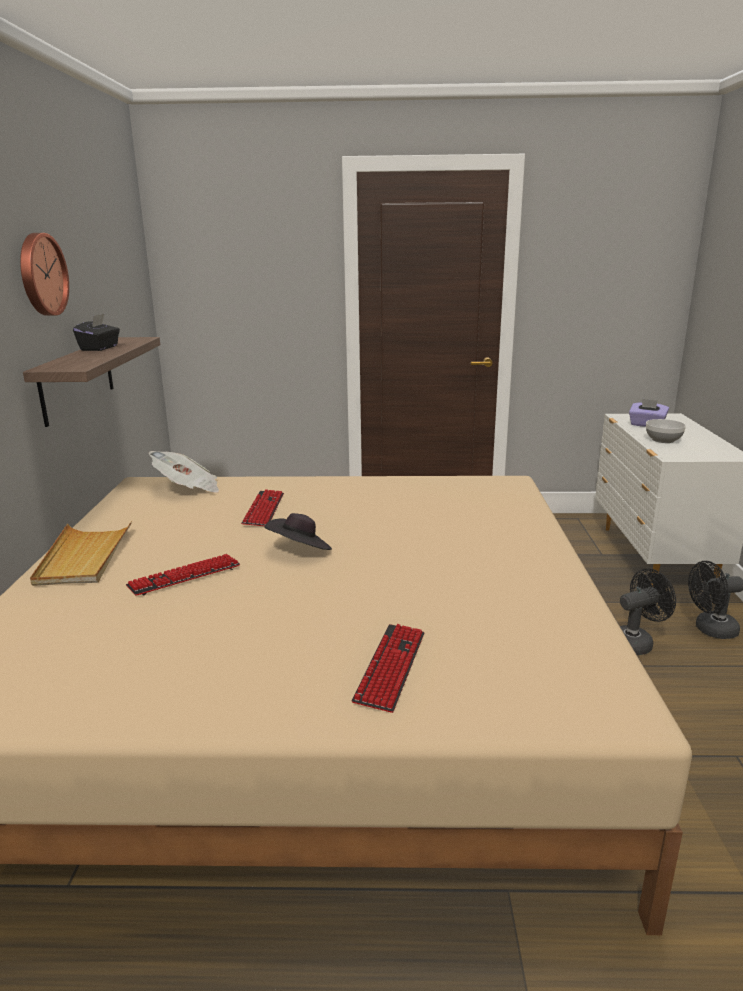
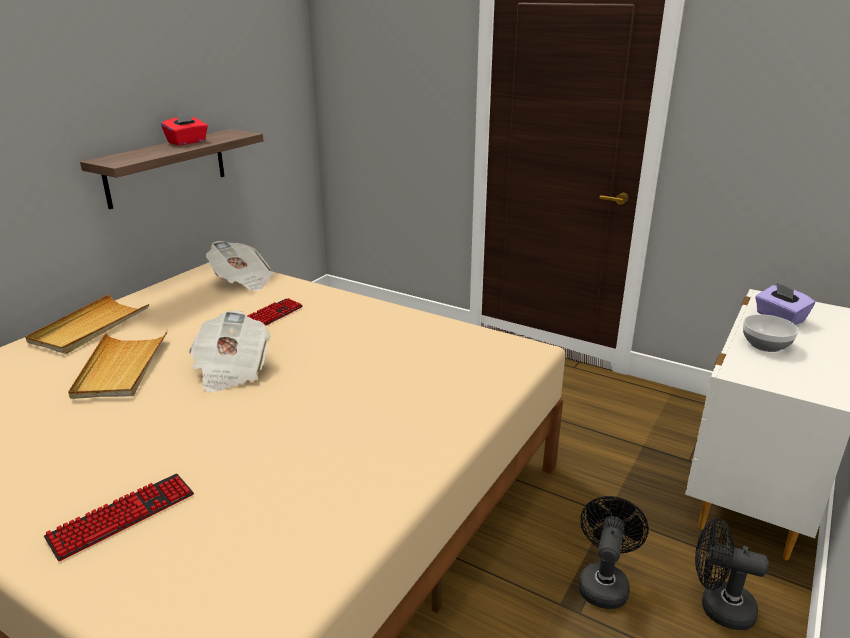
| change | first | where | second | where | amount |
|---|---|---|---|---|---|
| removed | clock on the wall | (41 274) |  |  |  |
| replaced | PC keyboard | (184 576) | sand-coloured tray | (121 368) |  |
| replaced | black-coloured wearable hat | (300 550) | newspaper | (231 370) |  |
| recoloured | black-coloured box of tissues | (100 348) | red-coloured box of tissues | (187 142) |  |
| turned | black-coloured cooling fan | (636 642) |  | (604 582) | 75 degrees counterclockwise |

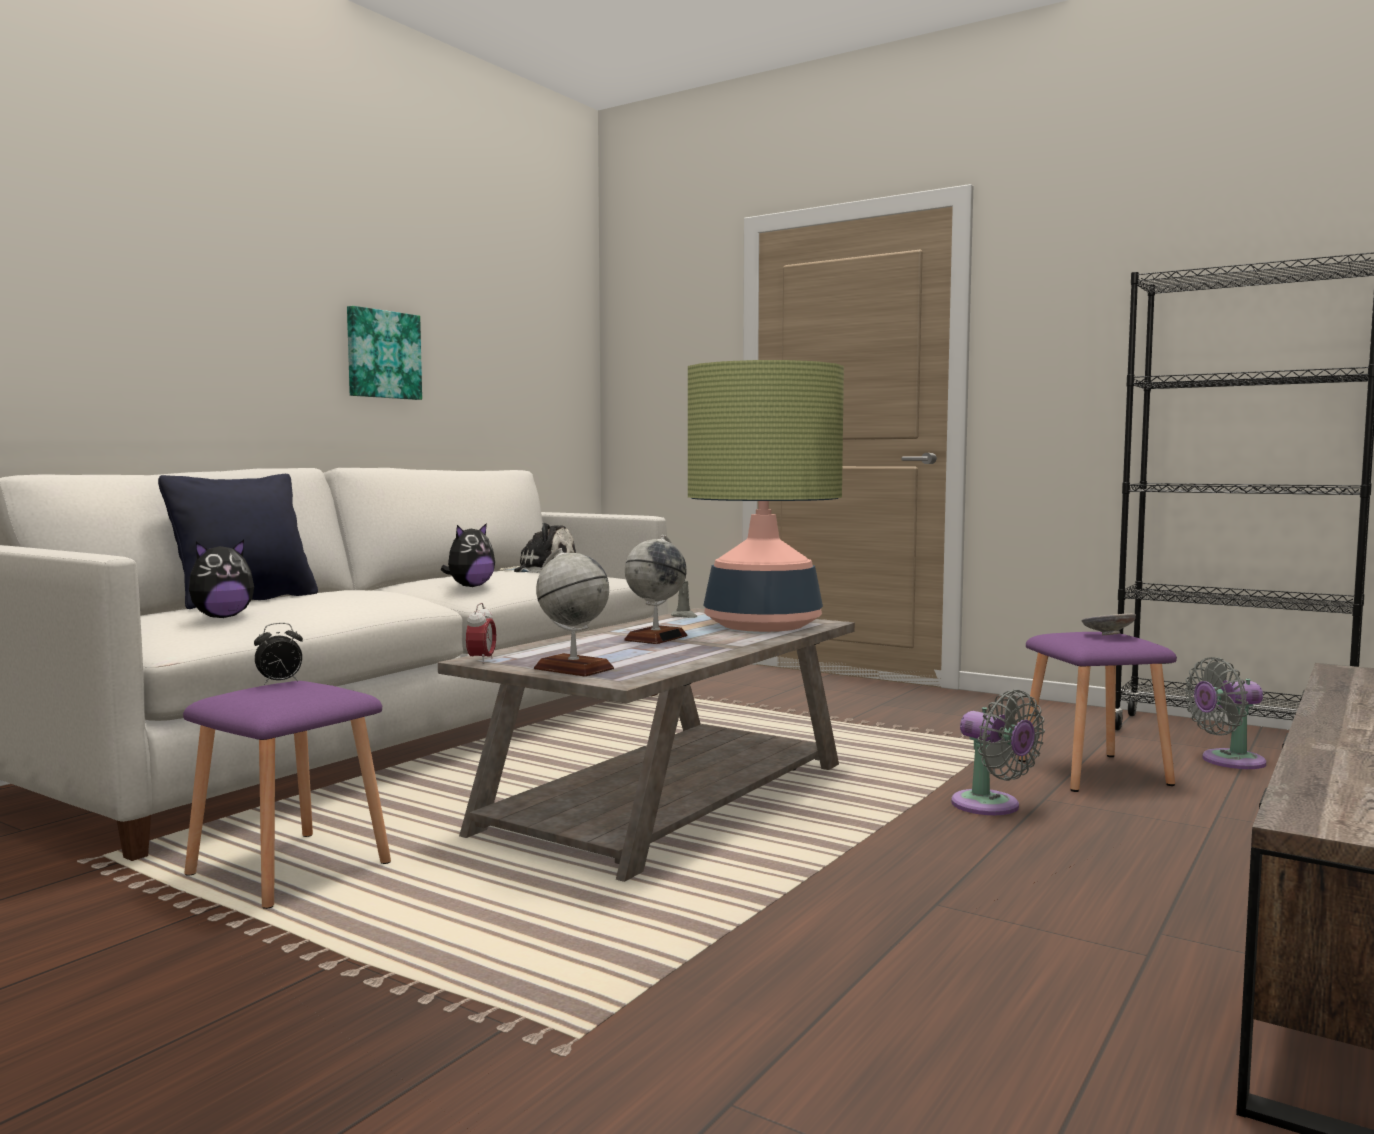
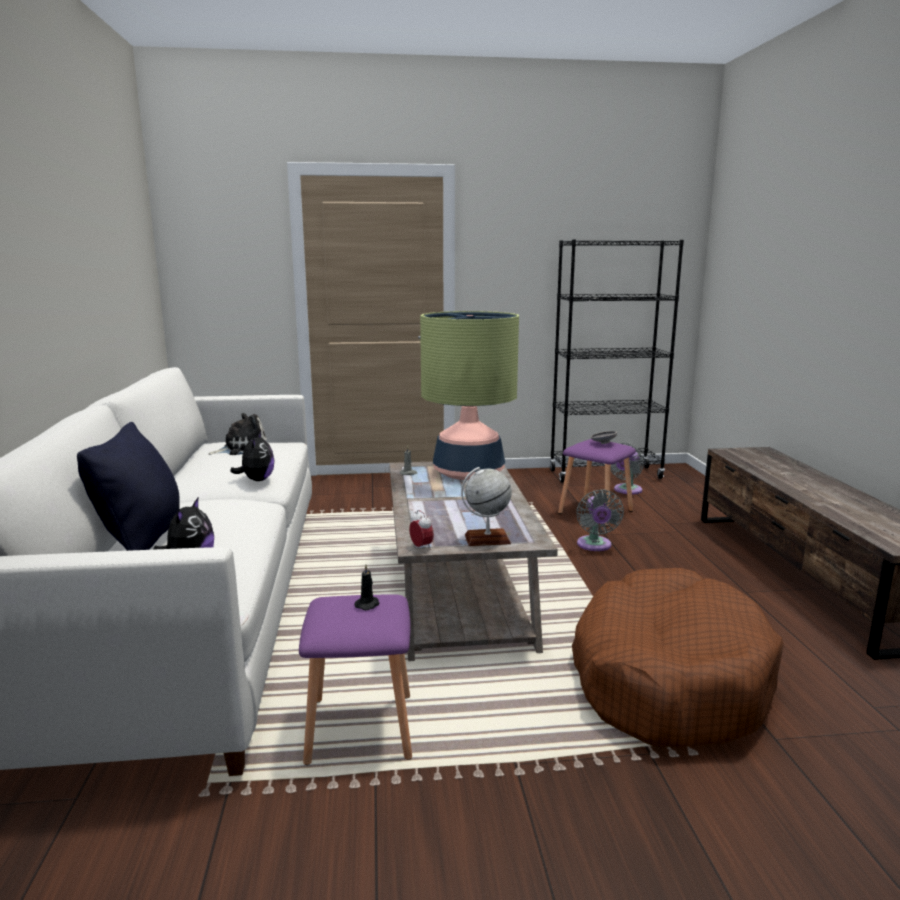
| change | first | where | second | where | amount |
|---|---|---|---|---|---|
| removed | bedside clock | (280 683) |  |  |  |
| removed | wall picture | (382 354) |  |  |  |
| removed | globe | (656 638) |  |  |  |
| added |  |  | black-coloured wax candle | (368 604) |  |
| added |  |  | brown pet bed | (668 678) |  |
| turned | greyish cooling fan | (991 806) |  | (595 546) | 75 degrees clockwise |

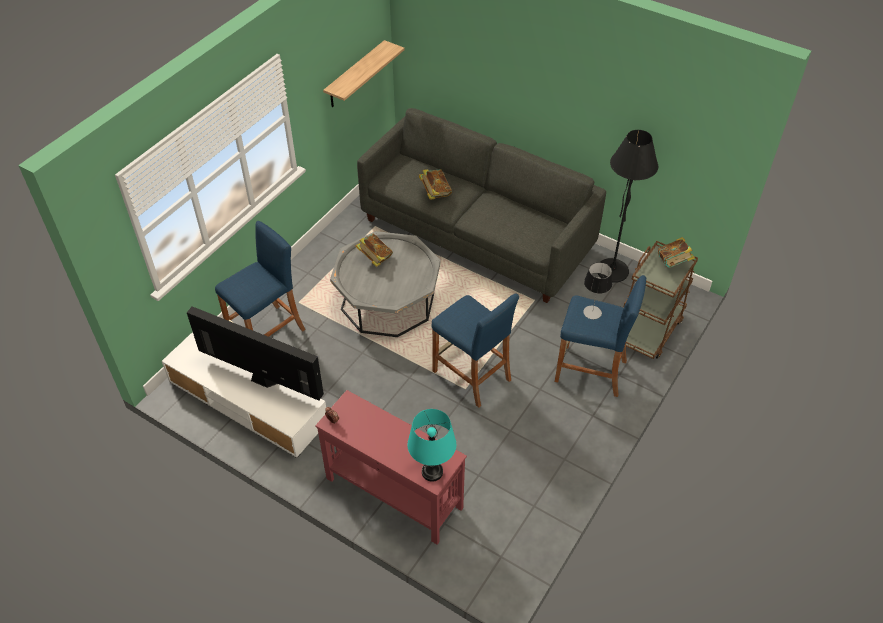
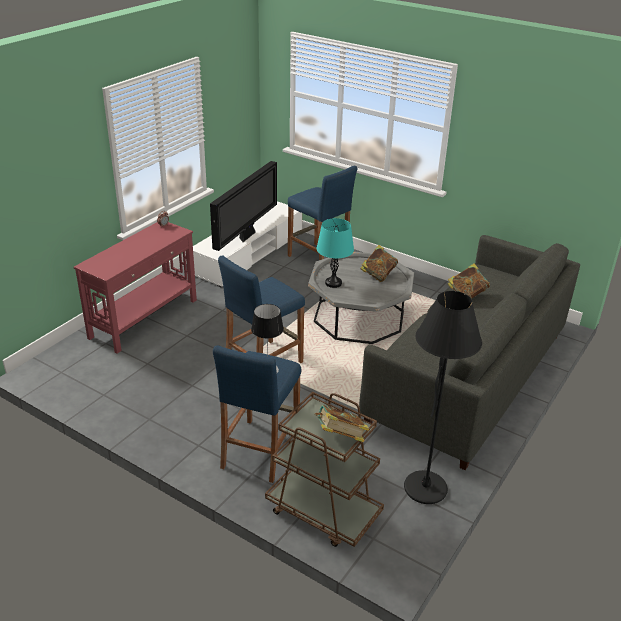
| change | first | where | second | where | amount |
|---|---|---|---|---|---|
| removed | shelf | (355 75) |  |  |  |
| moved | blue-green table lamp | (432 472) |  | (333 283) |  |

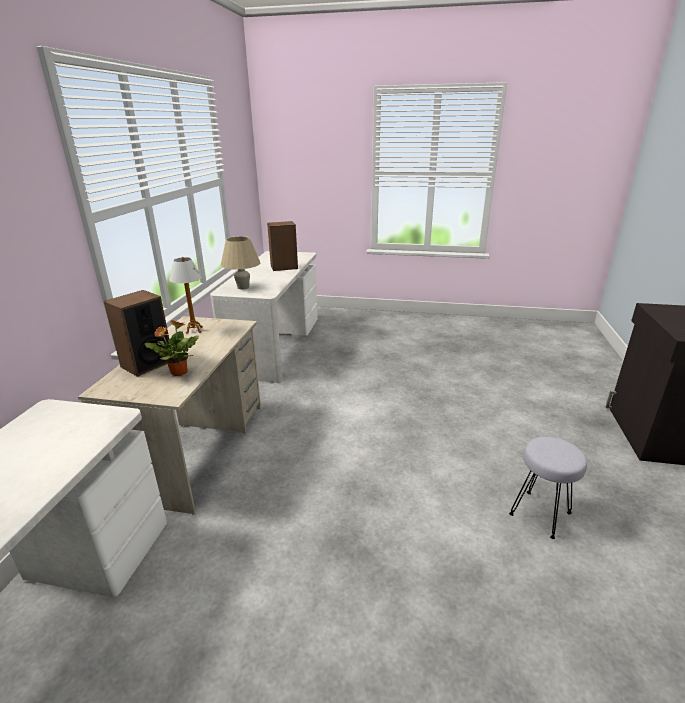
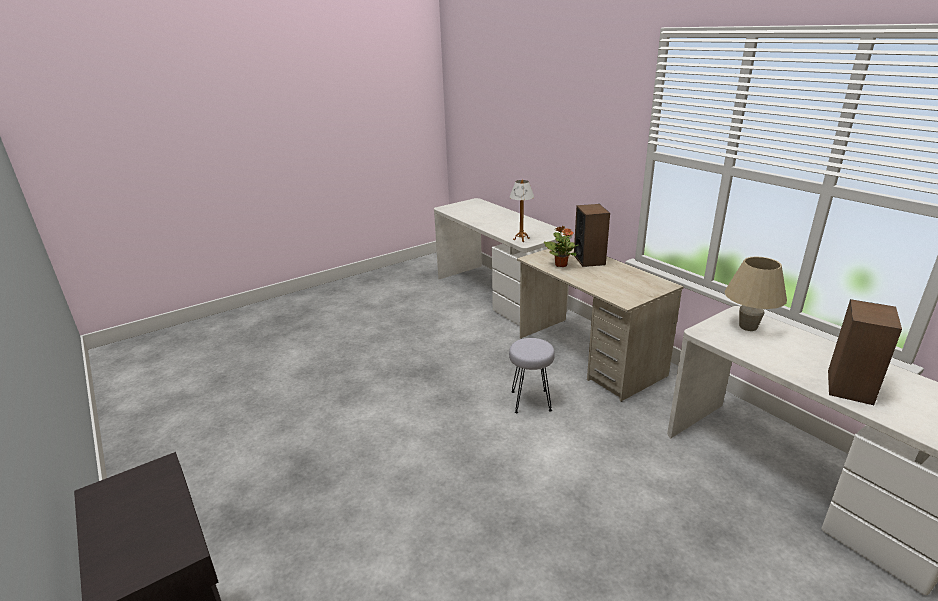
| change | first | where | second | where | amount |
|---|---|---|---|---|---|
| moved | table lamp | (194 330) |  | (521 239) |  |
| moved | greyish sitting stool | (541 514) |  | (530 401) |  |

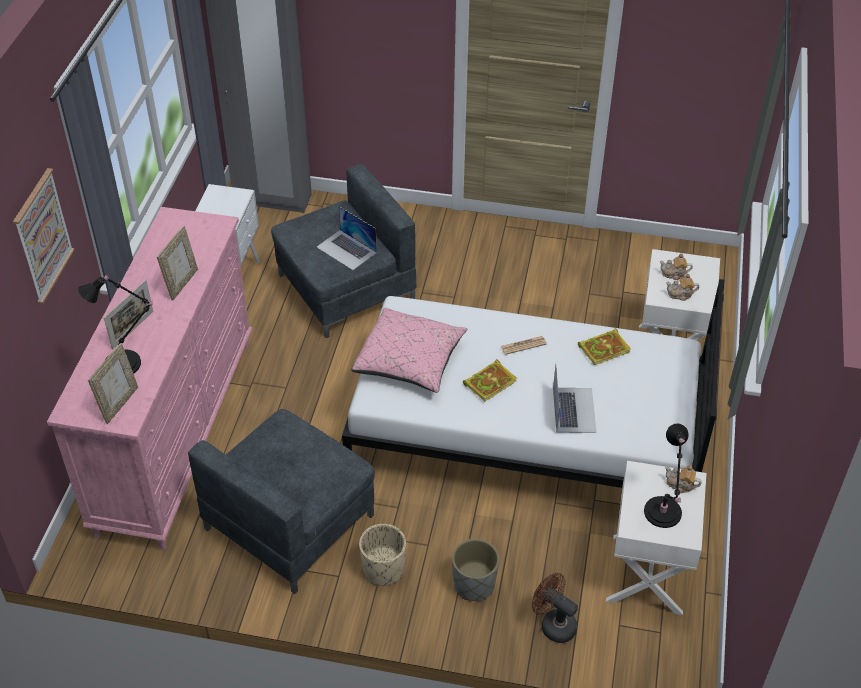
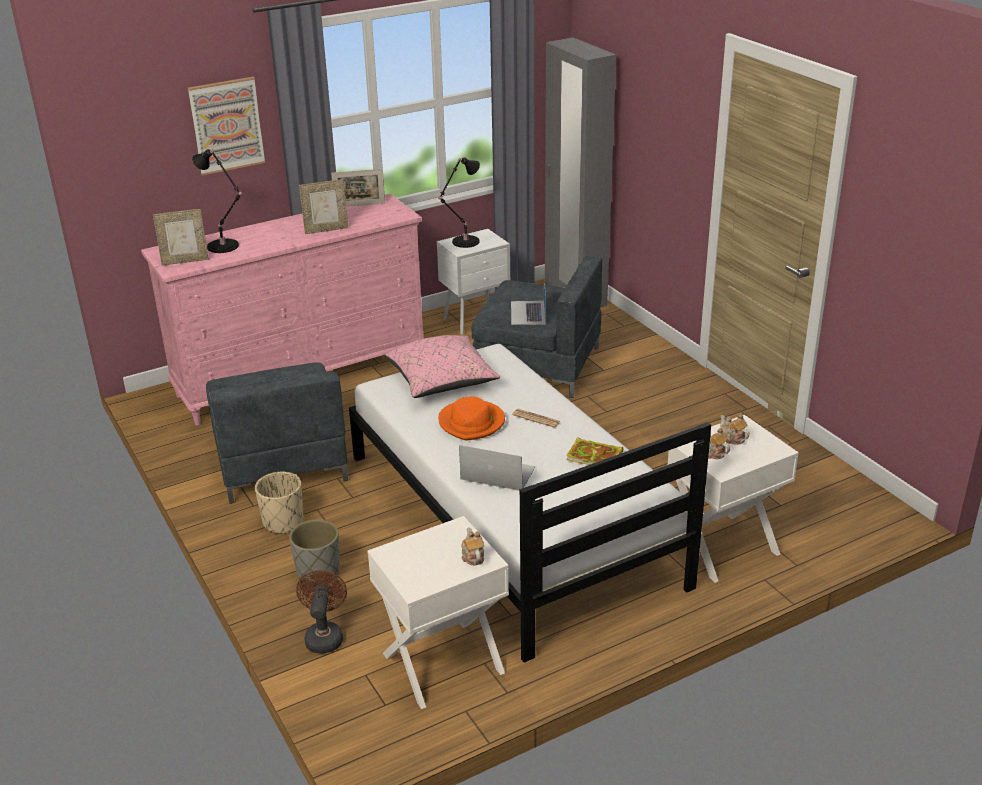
| change | first | where | second | where | amount |
|---|---|---|---|---|---|
| moved | picture frame | (132 330) |  | (360 205) |  |
| moved | black-coloured table lamp | (662 515) |  | (463 242) |  |
| replaced | bound book | (490 382) | orange wearable hat | (472 423) |  |
| turned | greyish lounge chair | (291 521) |  | (281 459) | 105 degrees counterclockwise |
| turned | portable computer | (574 410) |  | (497 473) | 120 degrees counterclockwise |

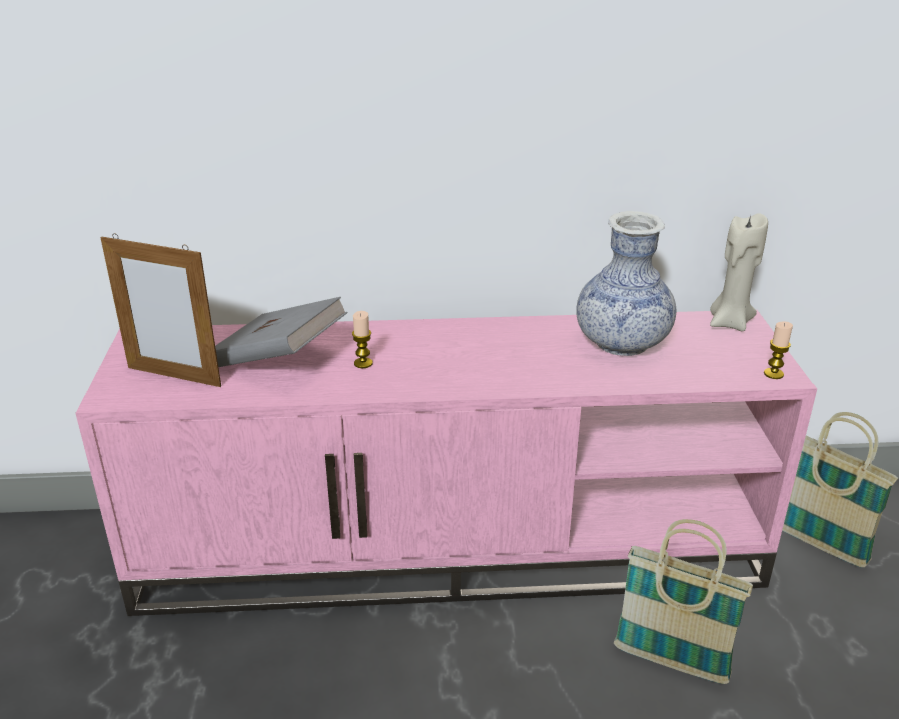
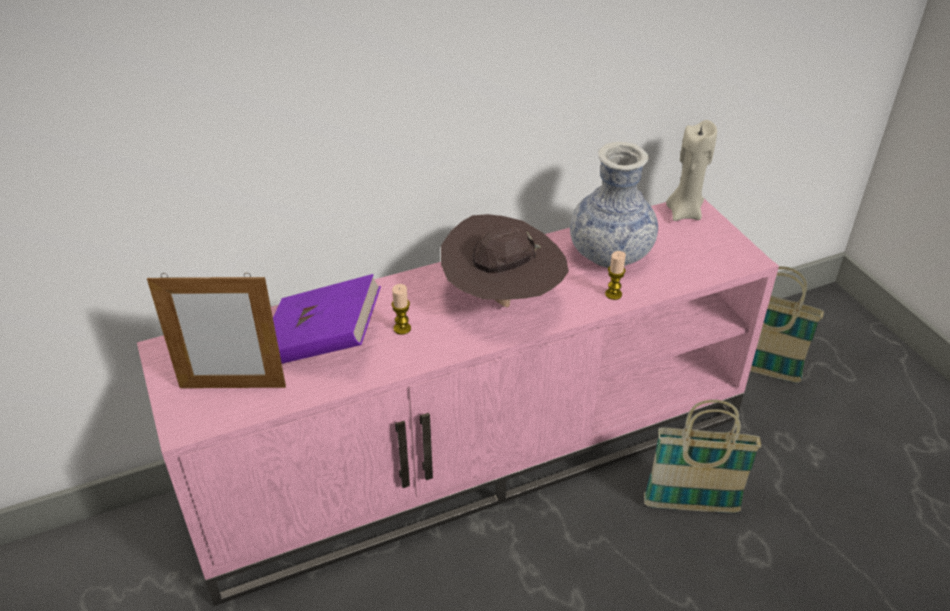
| change | first | where | second | where | amount |
|---|---|---|---|---|---|
| added |  |  | brown wearable hat | (502 299) |  |
| moved | wax candle | (773 374) |  | (613 294) |  |
| recoloured | greyish bound book | (279 360) | purple bound book | (322 344) |  |

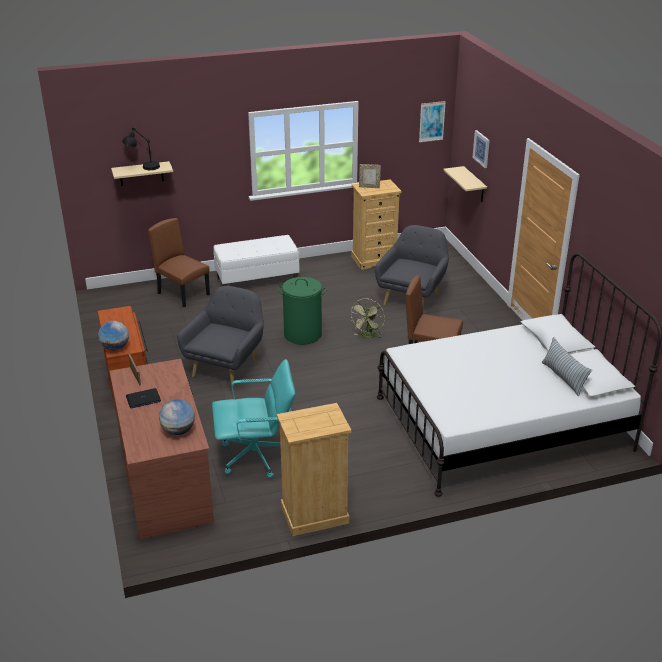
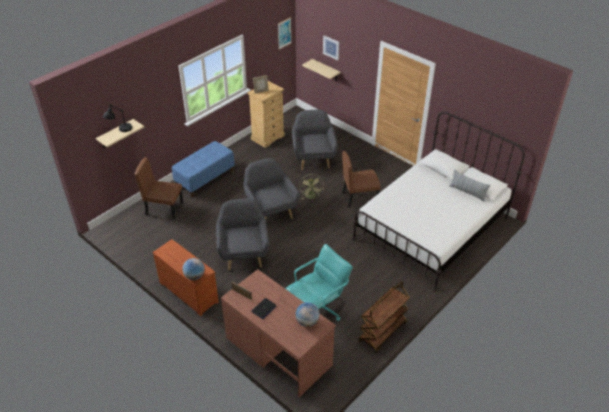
| change | first | where | second | where | amount |
|---|---|---|---|---|---|
| replaced | sand-coloured dresser | (314 515) | brown wheeled cart | (382 333) |  |
| replaced | green washing basket | (303 334) | greyish lounge chair | (271 211) |  |
| recoloured | whitish long seat | (257 279) | blue long seat | (205 179) |  |

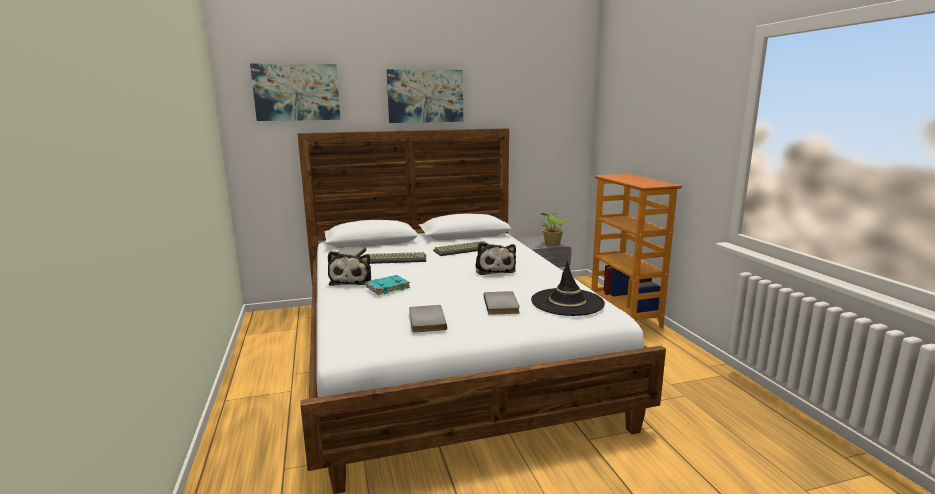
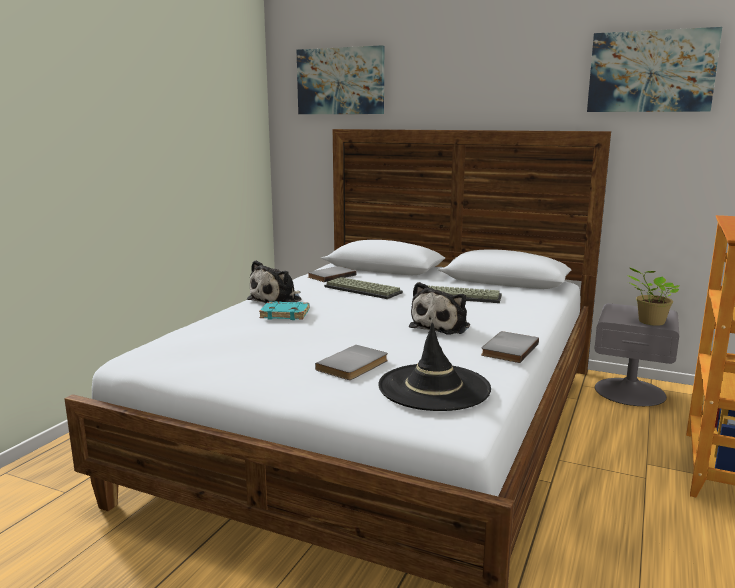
| change | first | where | second | where | amount |
|---|---|---|---|---|---|
| moved | wall picture | (425 96) |  | (651 72) |  |
| moved | greyish bound book | (425 321) |  | (507 349) |  |

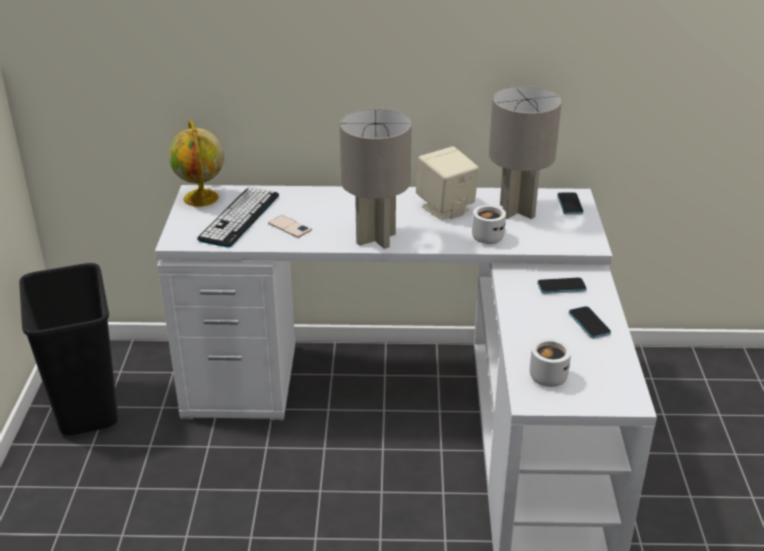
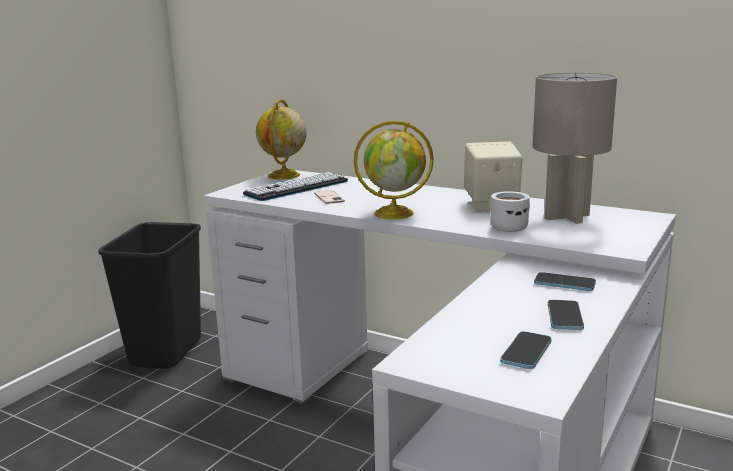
| change | first | where | second | where | amount |
|---|---|---|---|---|---|
| removed | whitish mug | (545 375) |  |  |  |
| moved | handset | (569 204) |  | (526 352) |  |
| replaced | greyish table lamp | (376 238) | globe | (395 213) |  |

